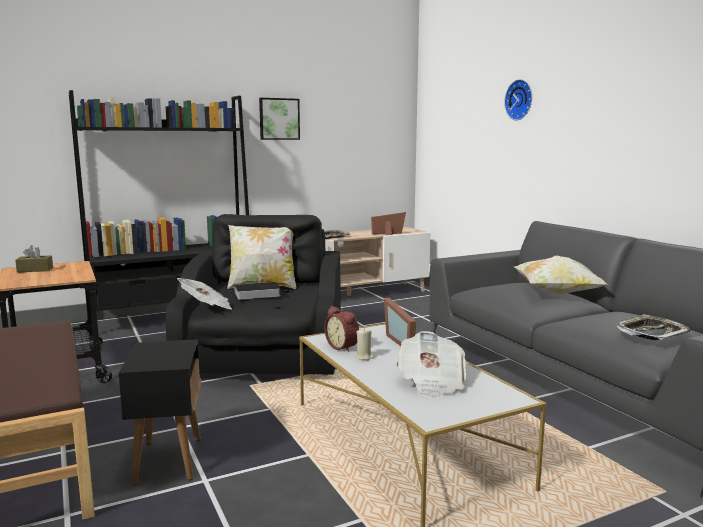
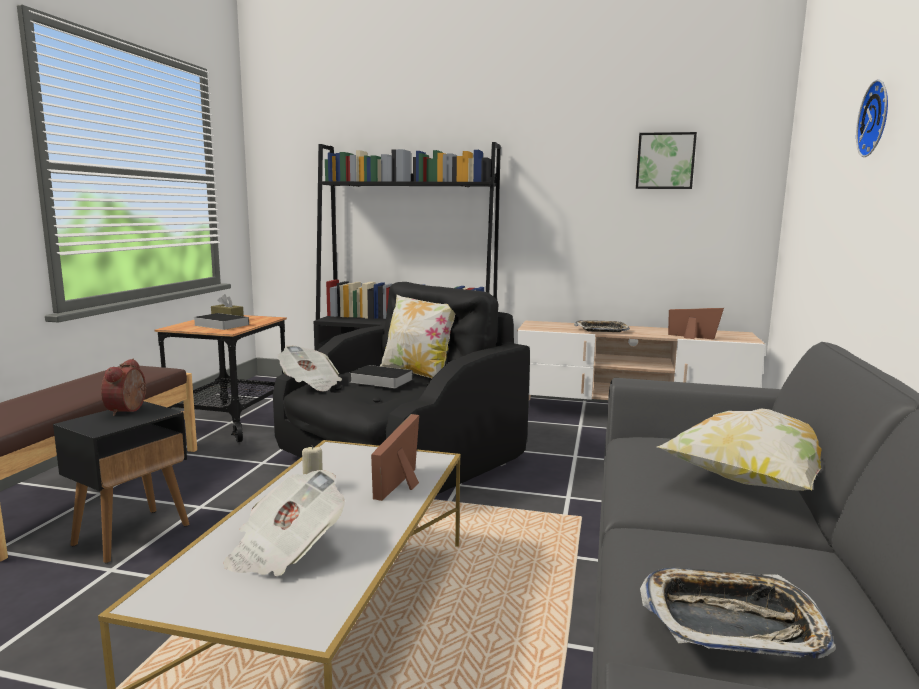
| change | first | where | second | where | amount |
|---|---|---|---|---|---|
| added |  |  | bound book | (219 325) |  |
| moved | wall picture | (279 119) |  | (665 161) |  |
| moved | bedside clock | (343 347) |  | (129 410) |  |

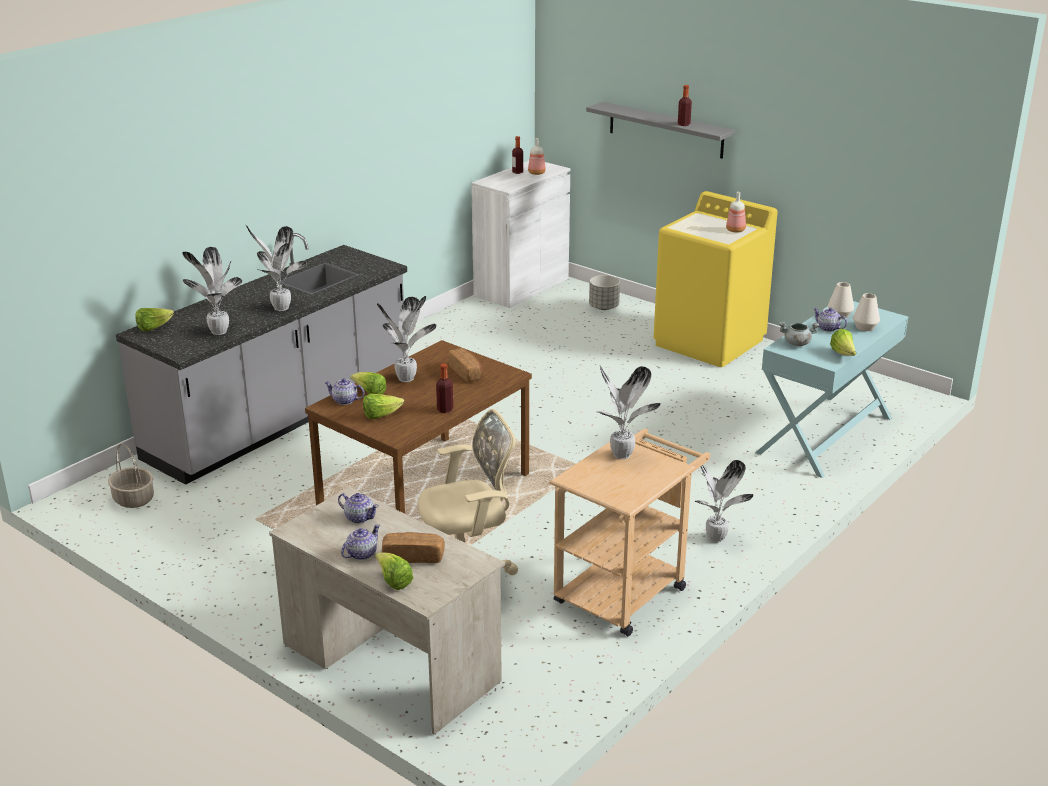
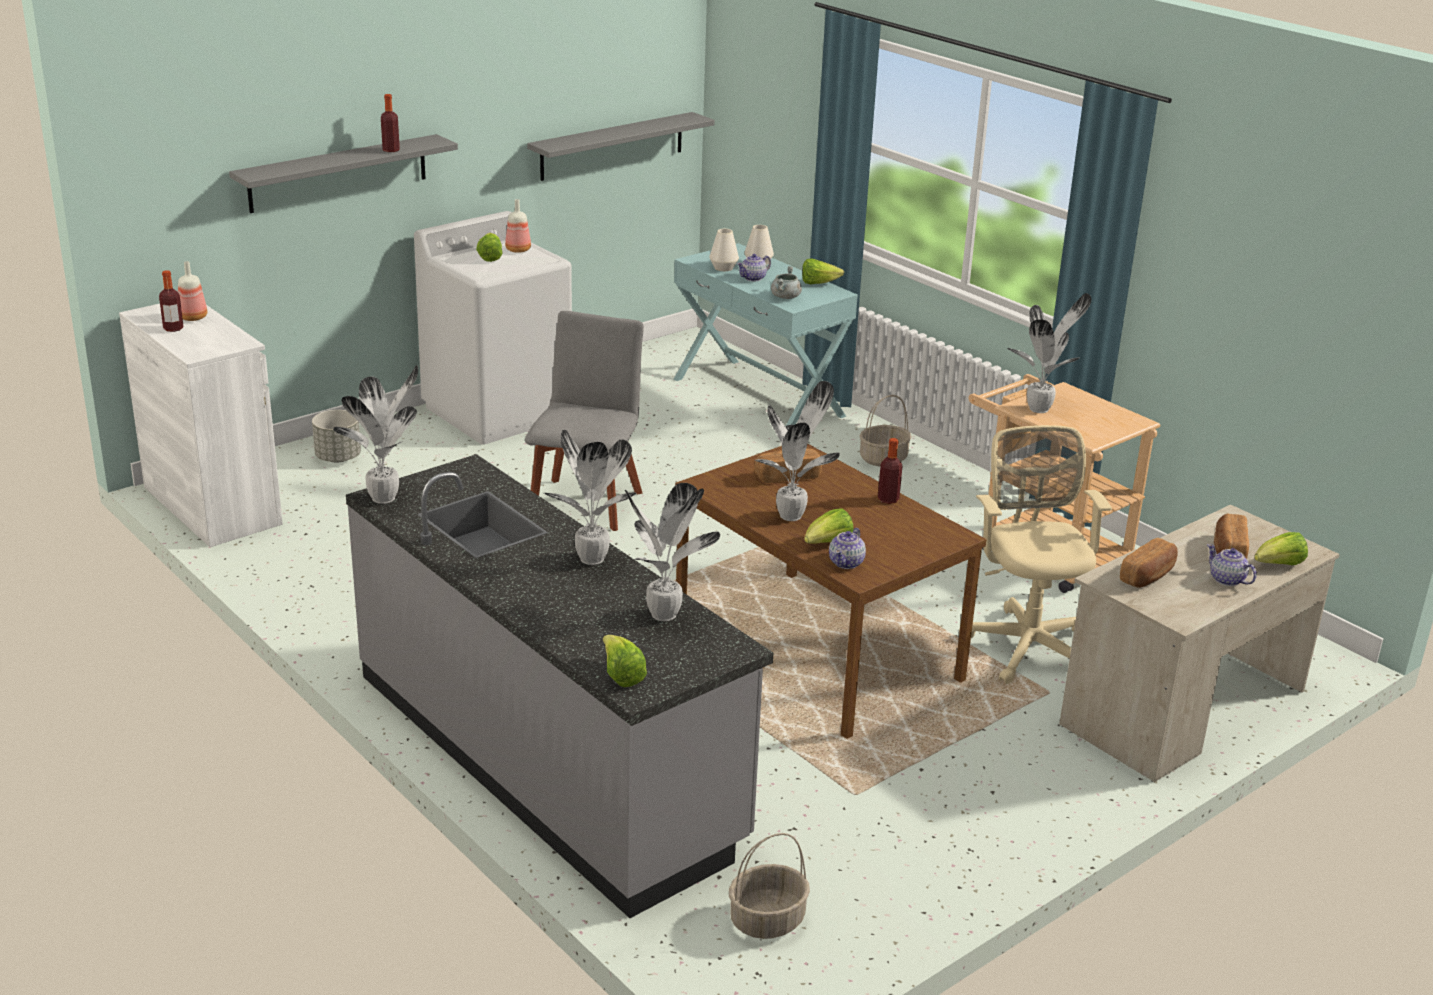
| change | first | where | second | where | amount |
|---|---|---|---|---|---|
| added |  |  | greyish chair | (586 502) |  |
| added |  |  | greyish shelf | (612 146) |  |
| added |  |  | storage basket | (883 459) |  |
| moved | head of lettuce | (381 415) |  | (489 257) |  |
| moved | potted plant | (716 539) |  | (386 498) |  |
| replaced | tea pot | (359 517) | bread | (1148 576) |  |
| recoloured | yellow-coloured washing machine | (709 342) | whitish washing machine | (498 412) |  |

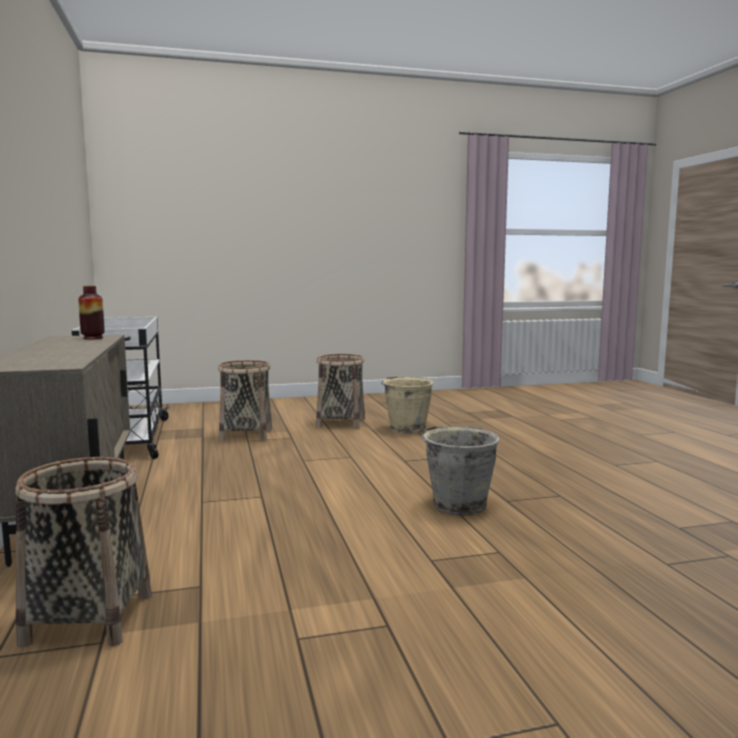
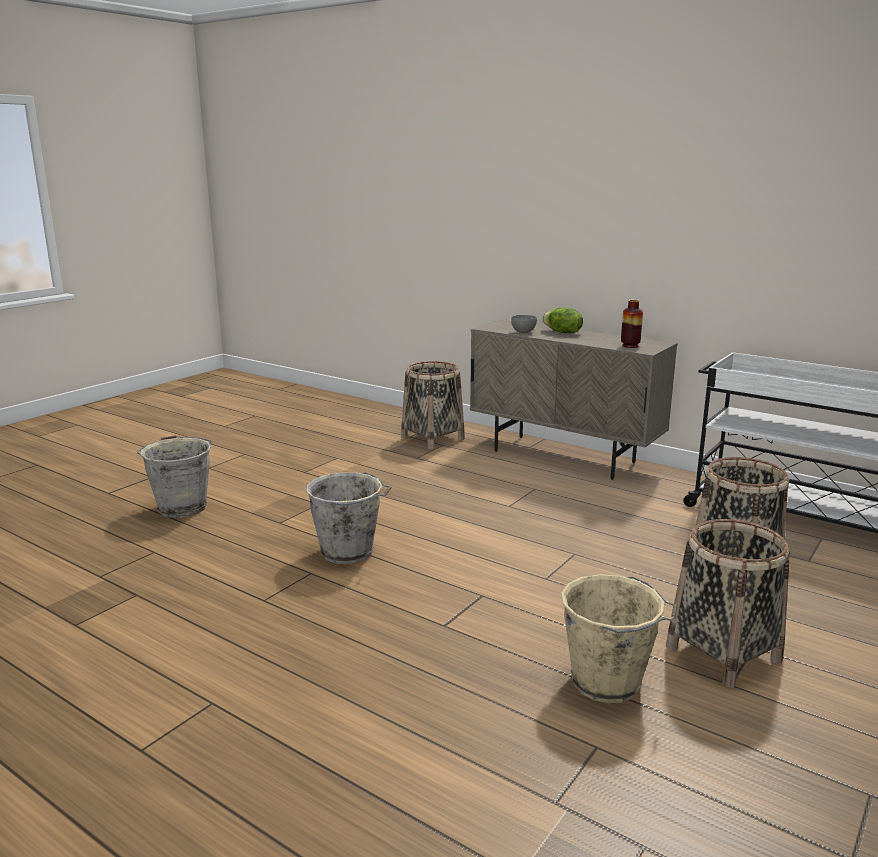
| change | first | where | second | where | amount |
|---|---|---|---|---|---|
| added |  |  | greyish bucket | (182 507) |  |
| added |  |  | greyish bowl | (523 332) |  |
| added |  |  | head of lettuce | (562 332) |  |

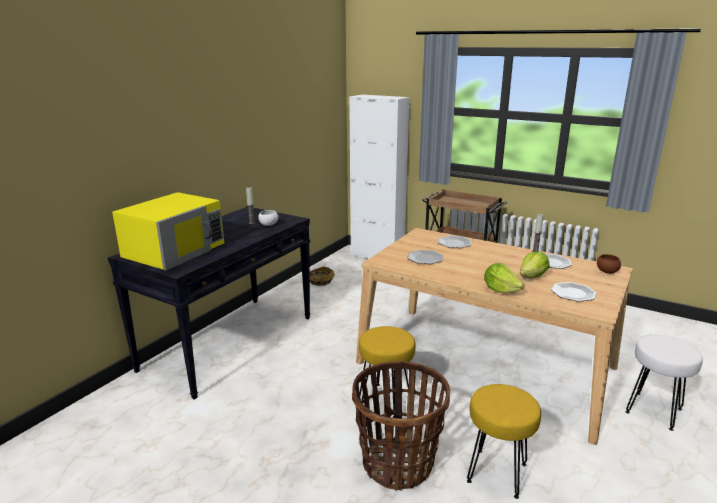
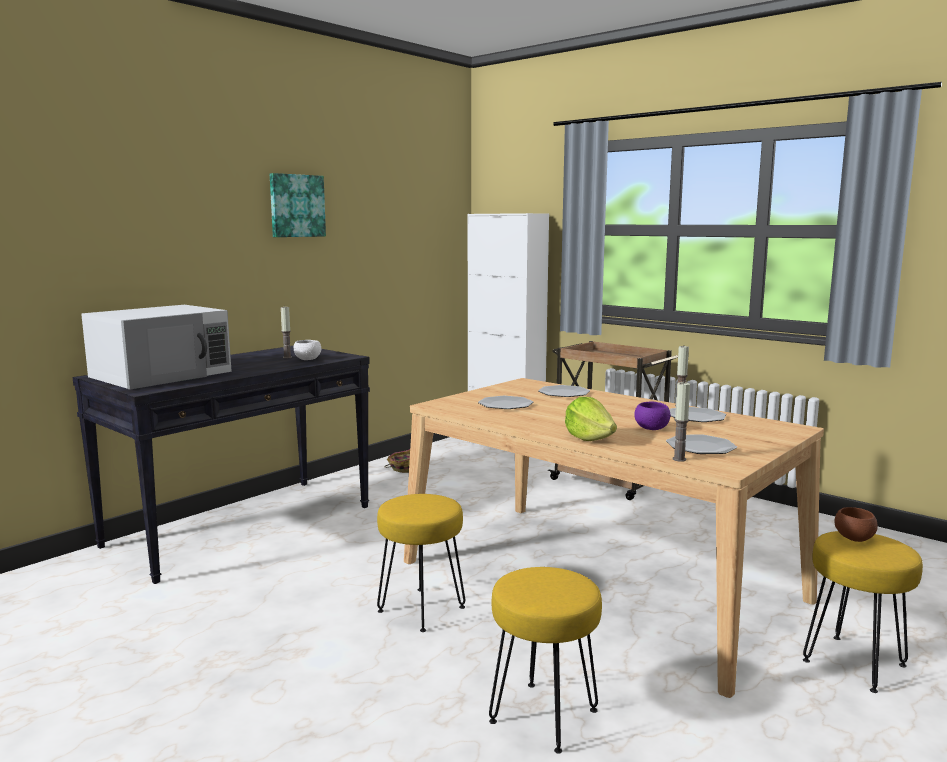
| change | first | where | second | where | amount |
|---|---|---|---|---|---|
| removed | storage basket | (398 463) |  |  |  |
| added |  |  | wall picture | (296 206) |  |
| added |  |  | wax candle | (679 459) |  |
| moved | brown bowl | (607 272) |  | (854 538) |  |
| replaced | head of lettuce | (532 277) | purple bowl | (651 429) |  |
| recoloured | yellow-coloured microwave | (175 250) | whitish microwave | (162 374) |  |
| recoloured | whitish sitting stool | (654 411) | yellow-coloured sitting stool | (854 663) |  |

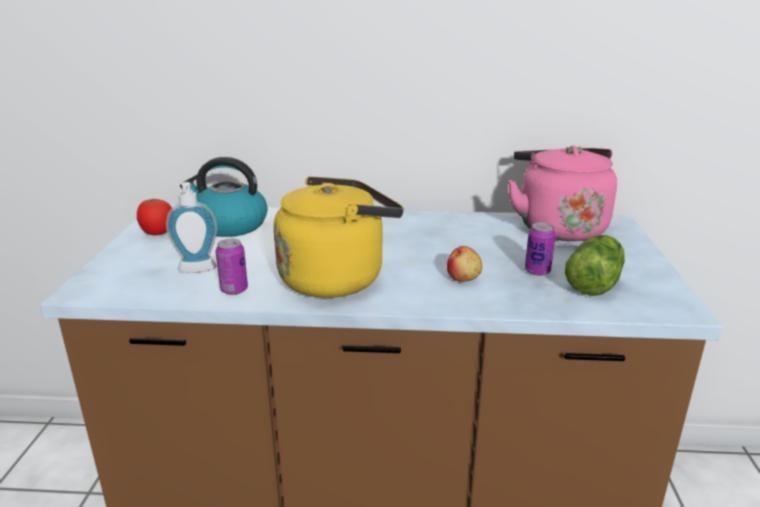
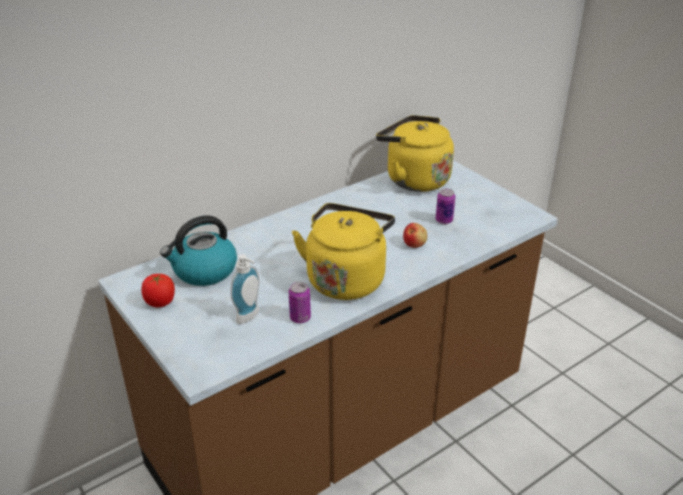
| change | first | where | second | where | amount |
|---|---|---|---|---|---|
| removed | head of lettuce | (595 281) |  |  |  |
| recoloured | pinkish tea kettle | (558 227) | yellow-coloured tea kettle | (414 179) |  |

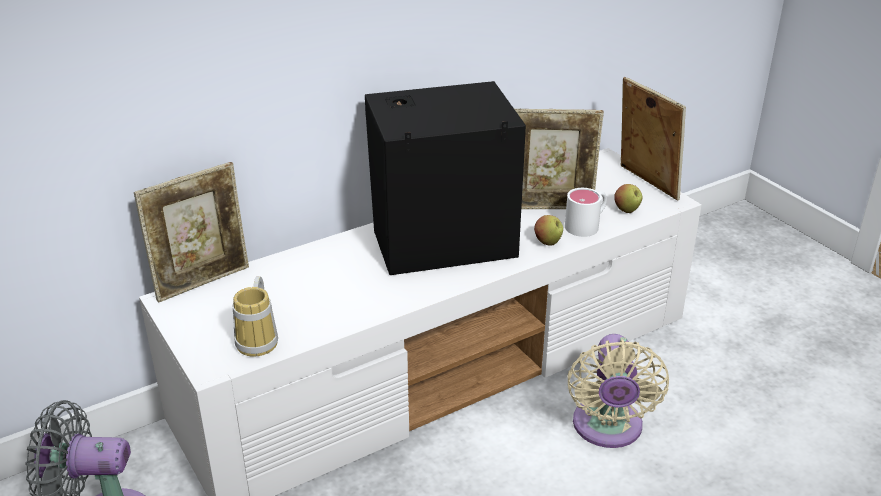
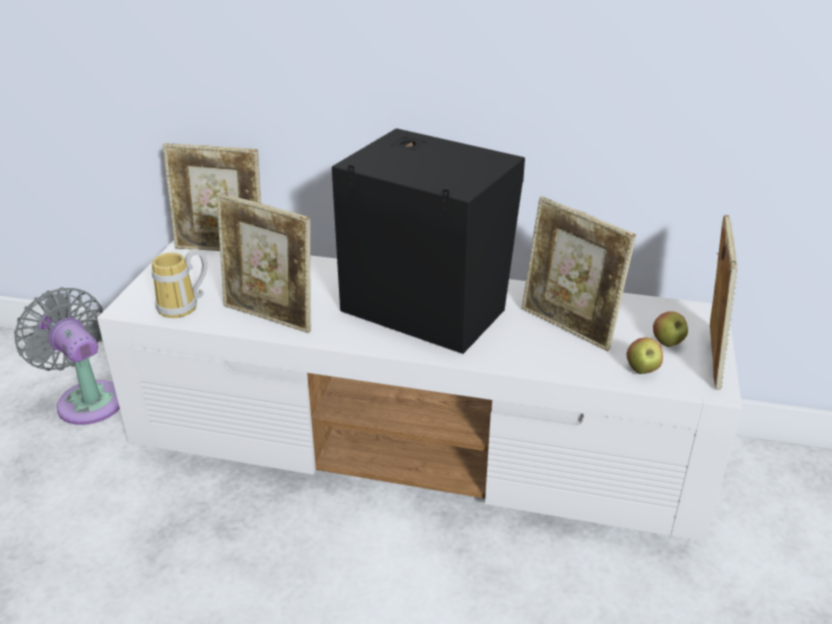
| change | first | where | second | where | amount |
|---|---|---|---|---|---|
| removed | whitish mug | (587 224) |  |  |  |
| removed | sand-coloured cooling fan | (607 429) |  |  |  |
| added |  |  | picture frame | (270 316) |  |
| moved | whole apple | (548 242) |  | (667 343) |  |

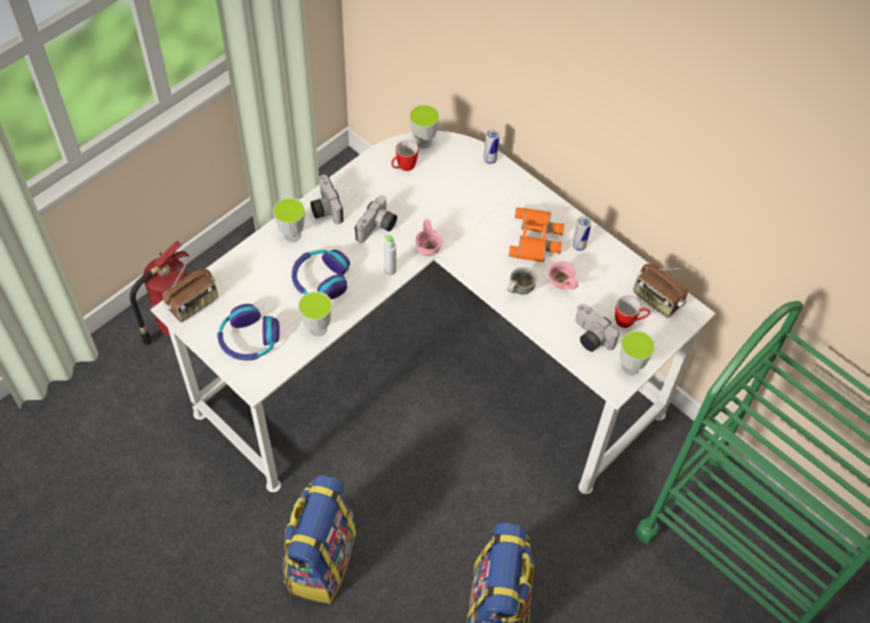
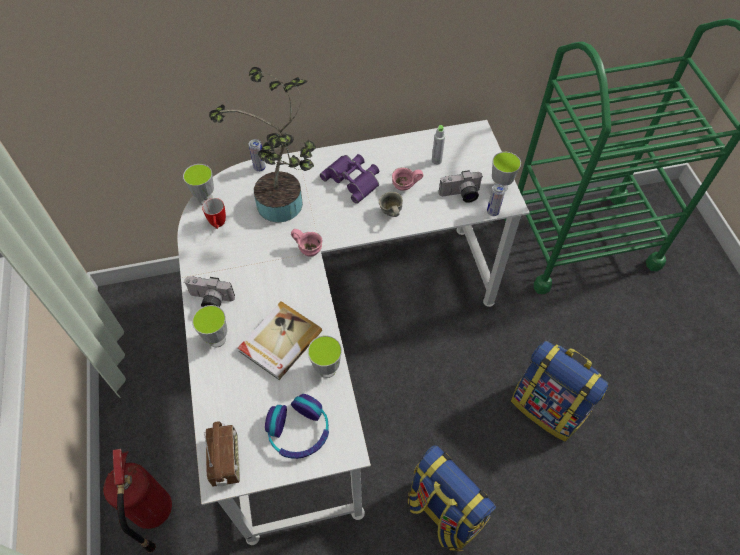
| change | first | where | second | where | amount |
|---|---|---|---|---|---|
| removed | still camera | (378 229) |  |  |  |
| removed | mug | (629 322) |  |  |  |
| removed | radio receiver | (656 300) |  |  |  |
| added |  |  | potted plant | (284 207) |  |
| moved | greyish drink bottle | (390 270) |  | (436 161) |  |
| moved | sealed can | (578 246) |  | (492 212) |  |
| replaced | headphones | (320 279) | bound book | (279 341) |  |
| recoloured | orange pair of binoculars | (537 239) | purple pair of binoculars | (354 179) |  |

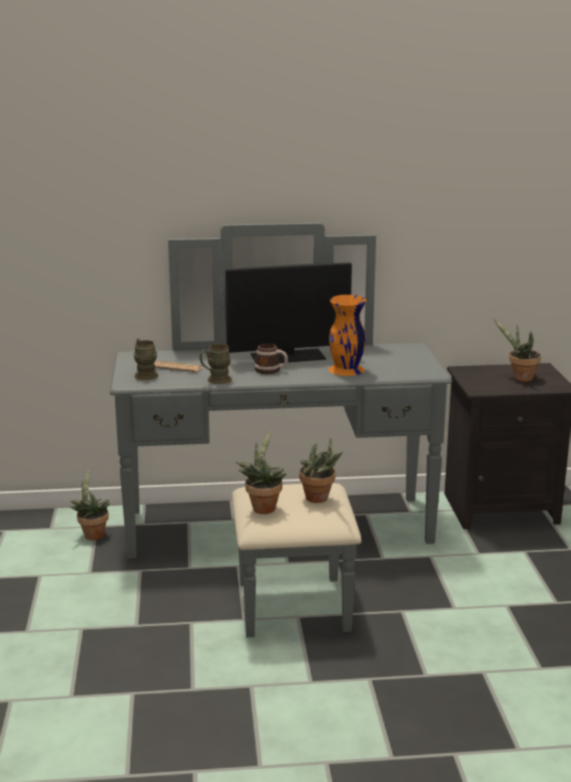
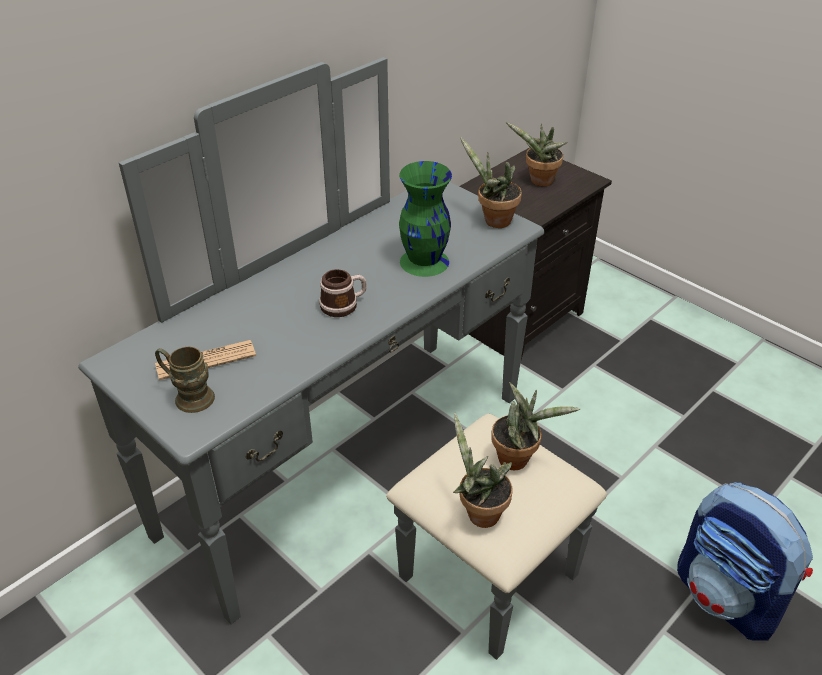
| change | first | where | second | where | amount |
|---|---|---|---|---|---|
| removed | brown mug | (215 380) |  |  |  |
| removed | monitor | (288 357) |  |  |  |
| added |  |  | knapsack | (728 597) |  |
| moved | potted plant | (92 534) |  | (493 221) |  |
| recoloured | orange decorative vase | (346 369) | green decorative vase | (424 262) |  |

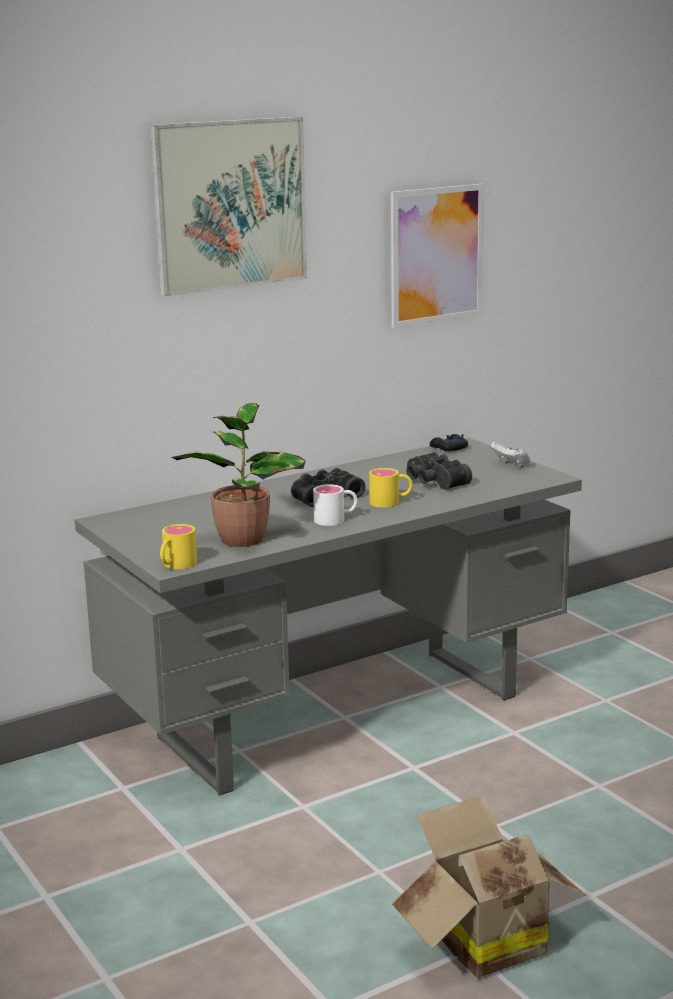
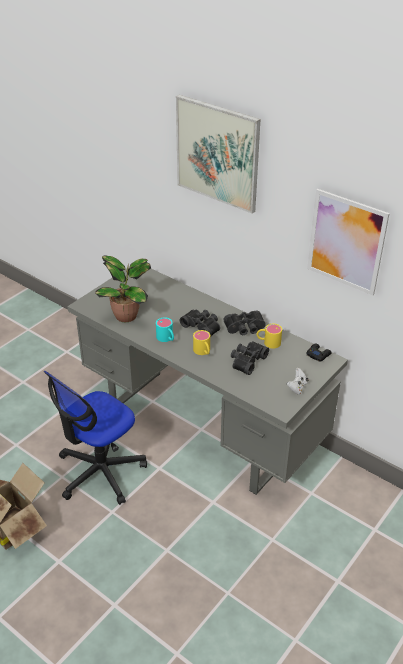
| change | first | where | second | where | amount |
|---|---|---|---|---|---|
| added |  |  | office chair | (100 472) |  |
| added |  |  | black-coloured pair of binoculars | (245 329) |  |
| moved | yellow-coloured mug | (175 565) |  | (268 342) |  |
| recoloured | whitish mug | (336 519) | blue-green mug | (166 338) |  |

